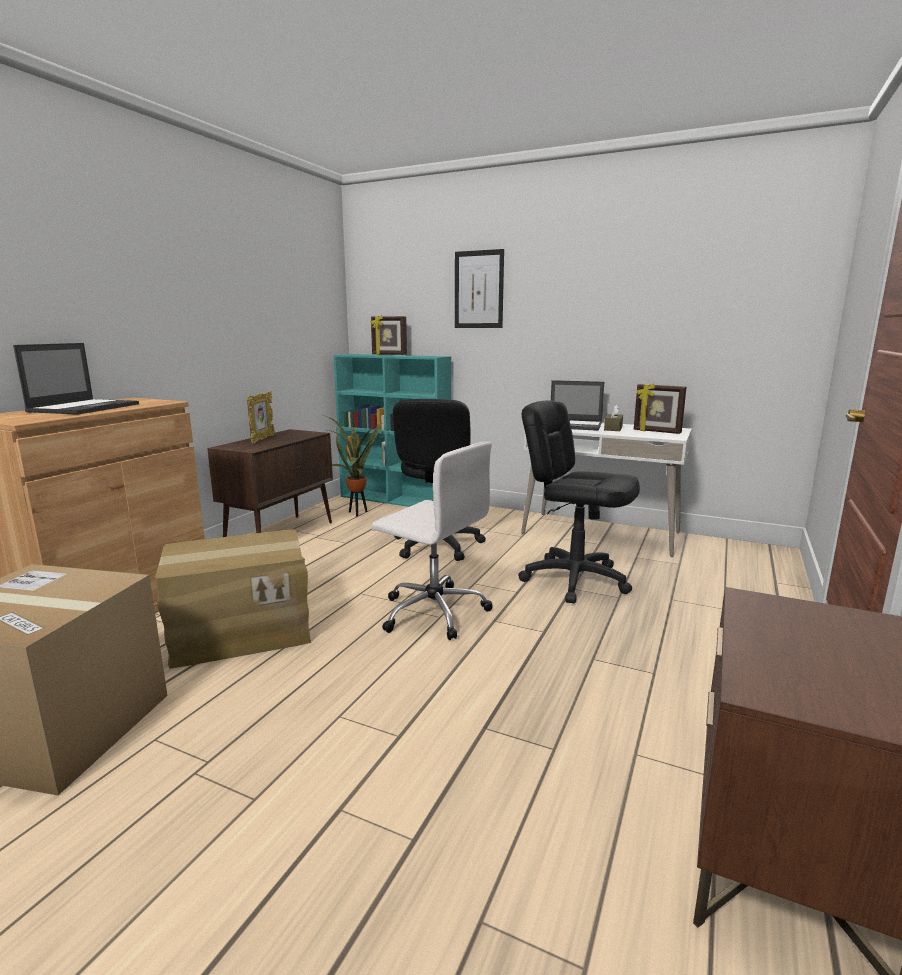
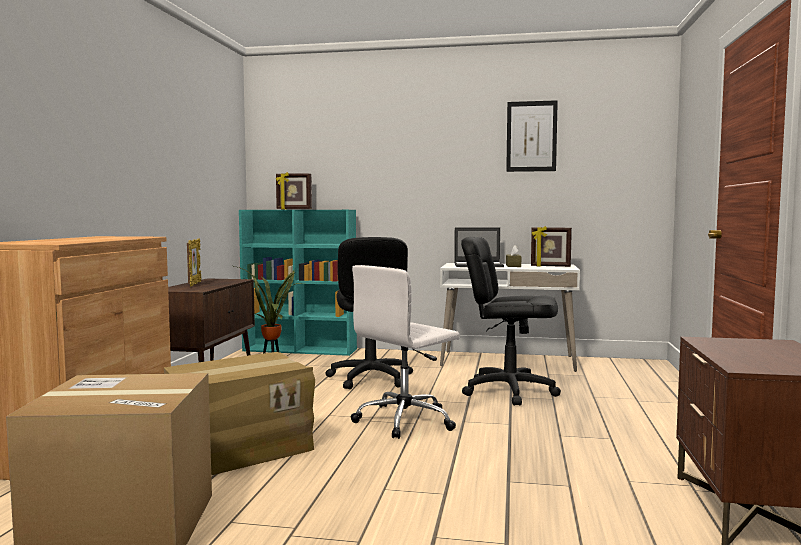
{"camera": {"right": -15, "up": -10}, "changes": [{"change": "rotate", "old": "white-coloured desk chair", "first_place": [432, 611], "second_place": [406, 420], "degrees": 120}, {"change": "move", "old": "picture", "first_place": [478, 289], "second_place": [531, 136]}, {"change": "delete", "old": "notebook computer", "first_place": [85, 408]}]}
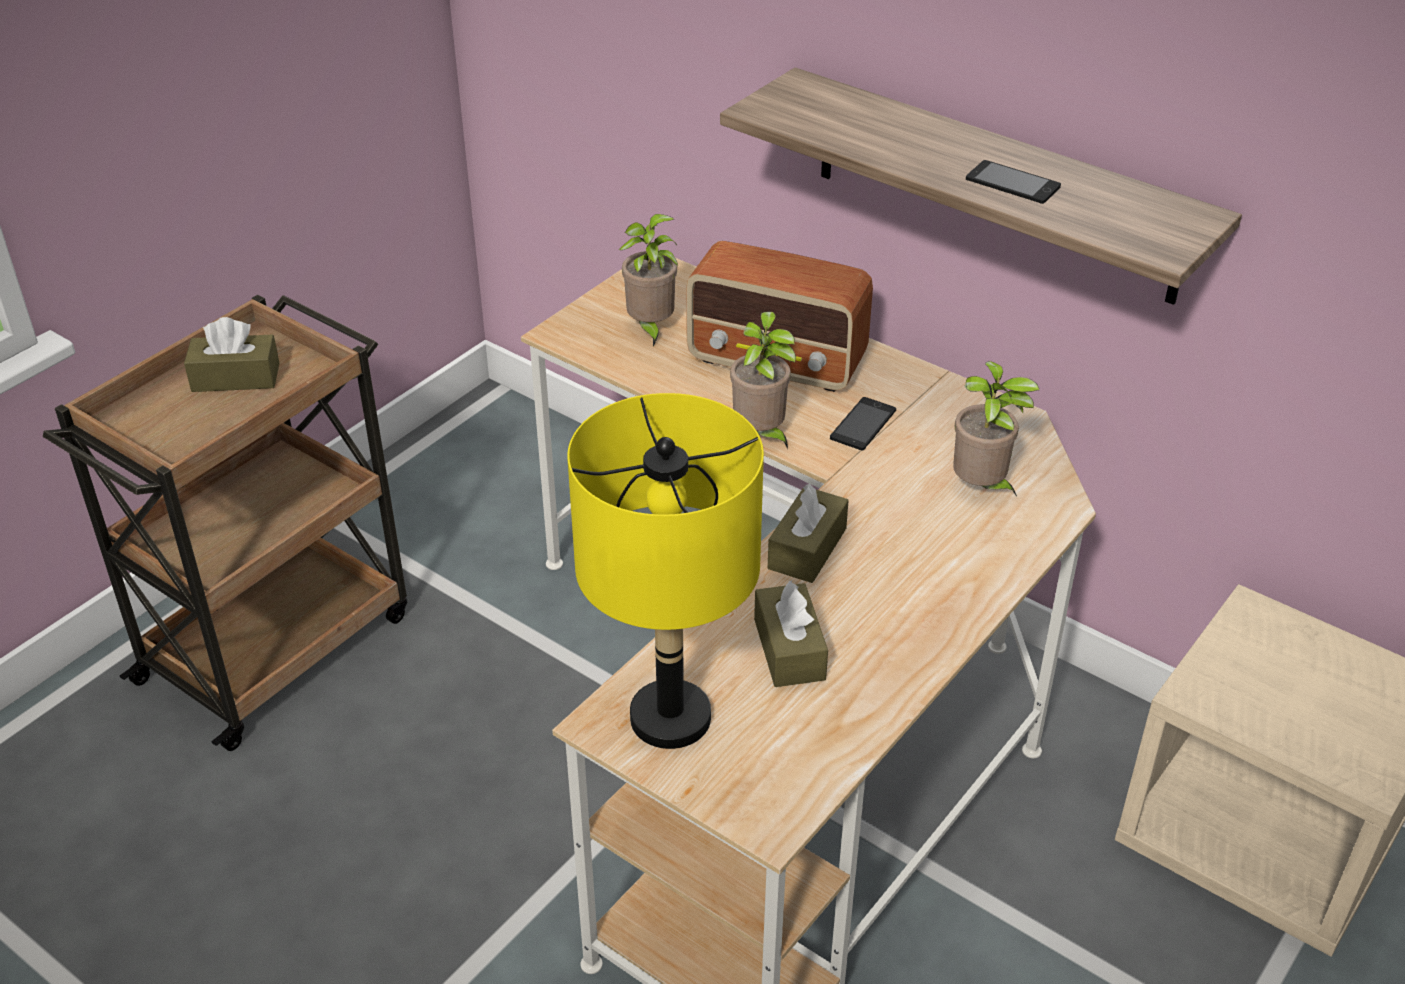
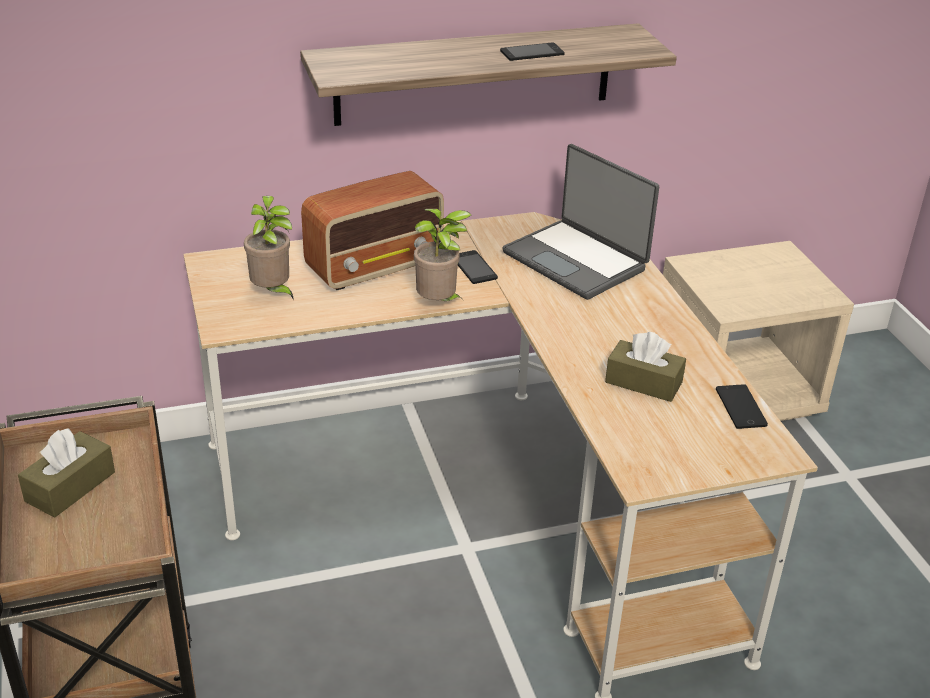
{"camera": {"right": -55, "up": -5}, "changes": [{"change": "replace", "old": "potted plant", "new": "notebook computer", "first_place": [981, 488], "second_place": [576, 260]}, {"change": "insert", "new": "telephone", "second_place": [740, 407]}, {"change": "delete", "old": "yellow-coloured table lamp", "first_place": [670, 717]}, {"change": "delete", "old": "brownish tissue box", "first_place": [807, 548]}]}
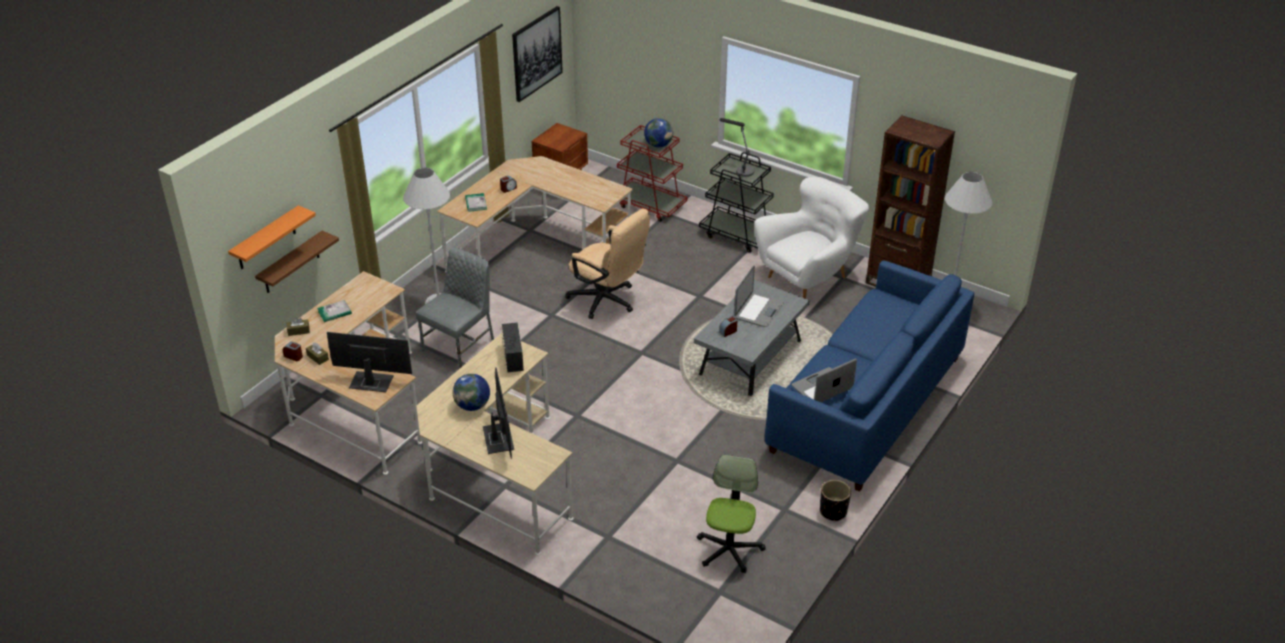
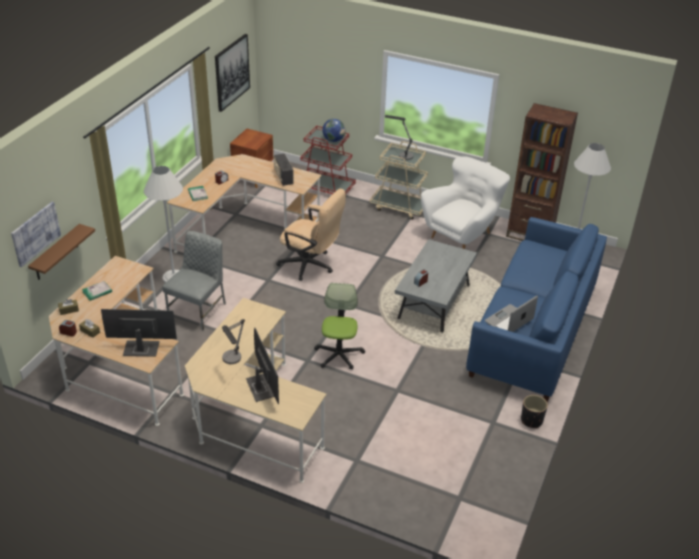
{"camera": {"right": -10, "up": 0}, "changes": [{"change": "replace", "old": "orangey wall shelf", "new": "picture", "first_place": [266, 239], "second_place": [35, 233]}, {"change": "replace", "old": "globe", "new": "table lamp", "first_place": [472, 406], "second_place": [233, 361]}, {"change": "move", "old": "radio", "first_place": [512, 358], "second_place": [283, 177]}, {"change": "move", "old": "desk chair", "first_place": [729, 550], "second_place": [339, 355]}, {"change": "recolor", "old": "black-coloured trolley", "new": "sand-coloured trolley", "first_place": [737, 235], "second_place": [399, 207]}, {"change": "delete", "old": "notebook computer", "first_place": [758, 310]}]}
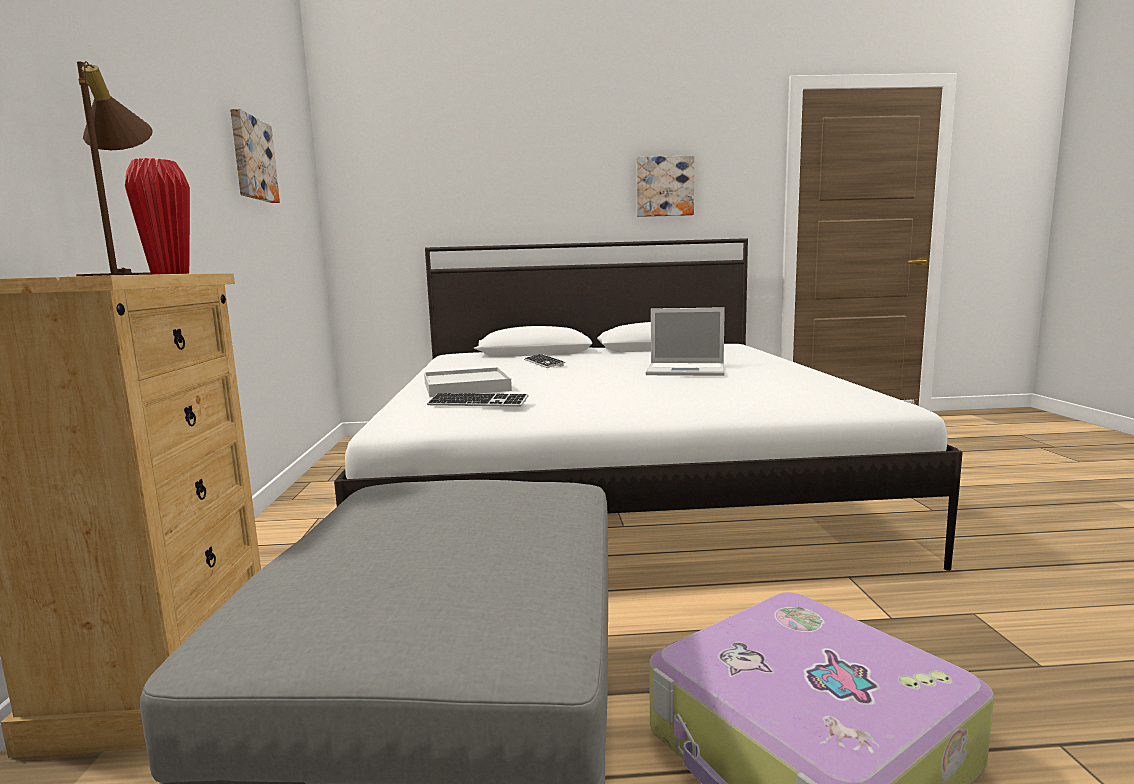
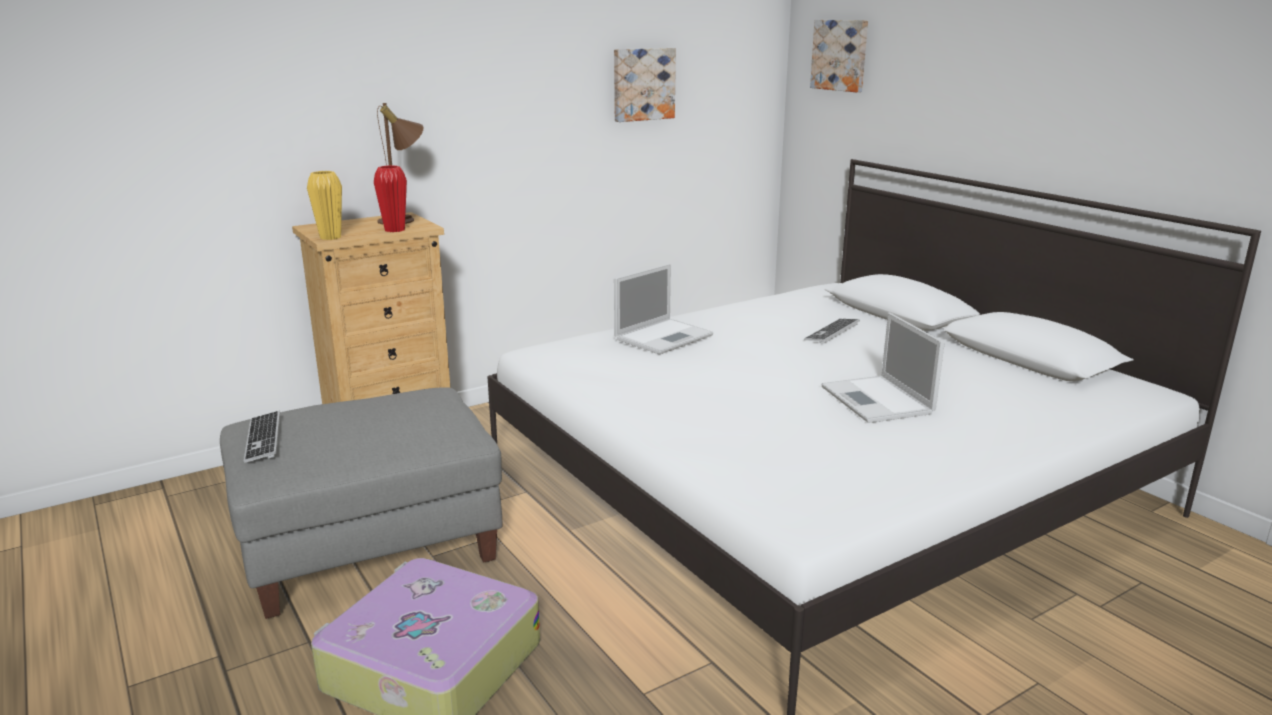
{"camera": {"right": 60, "up": 10}, "changes": [{"change": "move", "old": "keyboard", "first_place": [478, 403], "second_place": [263, 438]}, {"change": "insert", "new": "yellow-coloured flower vase", "second_place": [330, 237]}, {"change": "replace", "old": "white-coloured carrying tray", "new": "notebook computer", "first_place": [466, 387], "second_place": [664, 336]}, {"change": "move", "old": "picture", "first_place": [664, 186], "second_place": [841, 55]}]}
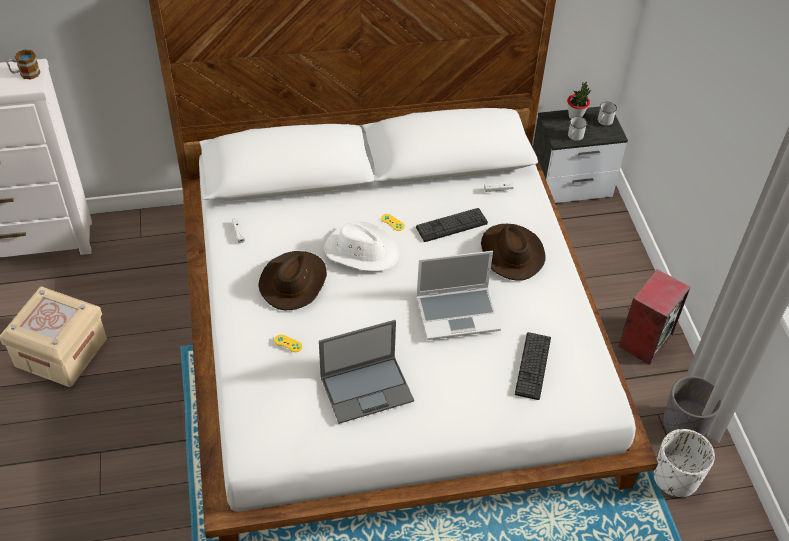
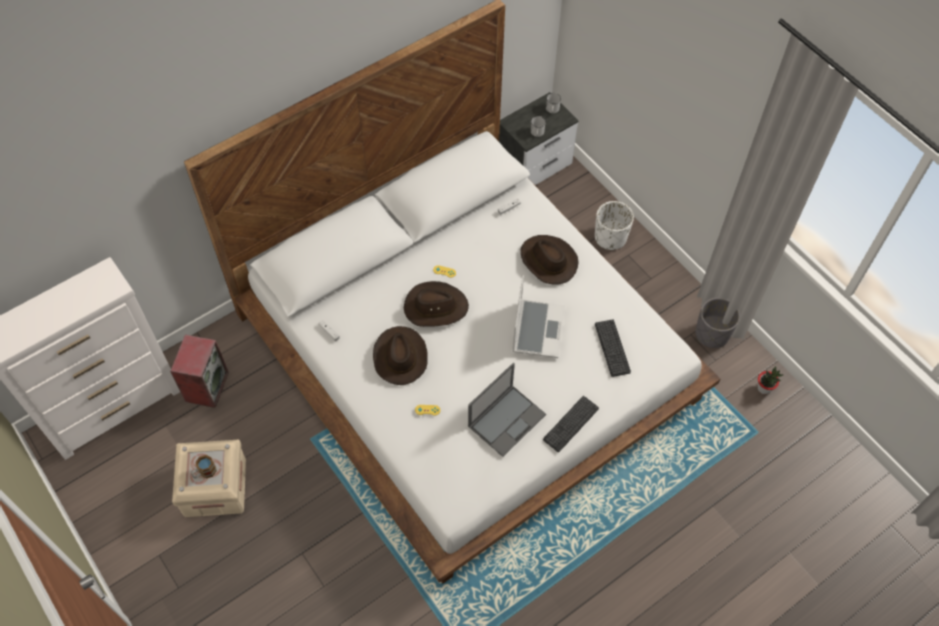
{"camera": {"right": -25, "up": 10}, "changes": [{"change": "move", "old": "audio speaker", "first_place": [645, 339], "second_place": [206, 386]}, {"change": "move", "old": "tea mug", "first_place": [25, 74], "second_place": [204, 472]}, {"change": "recolor", "old": "white-coloured clothing hat", "new": "brownish clothing hat", "first_place": [361, 251], "second_place": [435, 307]}, {"change": "rotate", "old": "notebook computer", "first_place": [458, 313], "second_place": [537, 328], "degrees": -45}, {"change": "move", "old": "keyboard", "first_place": [451, 225], "second_place": [571, 424]}, {"change": "move", "old": "white-coloured plant pot", "first_place": [676, 478], "second_place": [610, 237]}, {"change": "move", "old": "potted plant", "first_place": [575, 116], "second_place": [764, 388]}]}
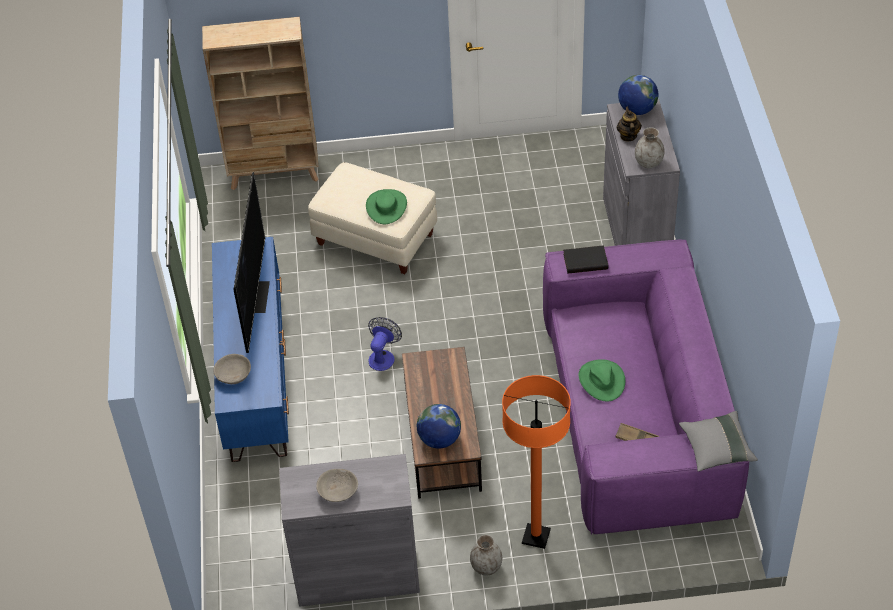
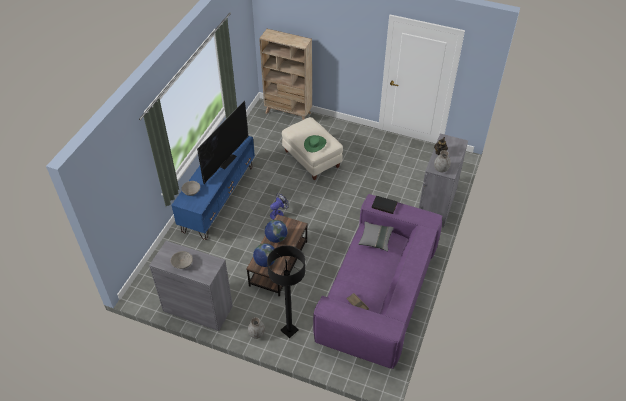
{"camera": {"right": 25, "up": 0}, "changes": [{"change": "move", "old": "globe", "first_place": [637, 110], "second_place": [276, 238]}, {"change": "recolor", "old": "orangey standard lamp", "new": "black-coloured standard lamp", "first_place": [536, 536], "second_place": [289, 330]}, {"change": "move", "old": "grey throw pillow", "first_place": [716, 449], "second_place": [375, 240]}, {"change": "delete", "old": "green-coloured clothing hat", "first_place": [601, 380]}]}
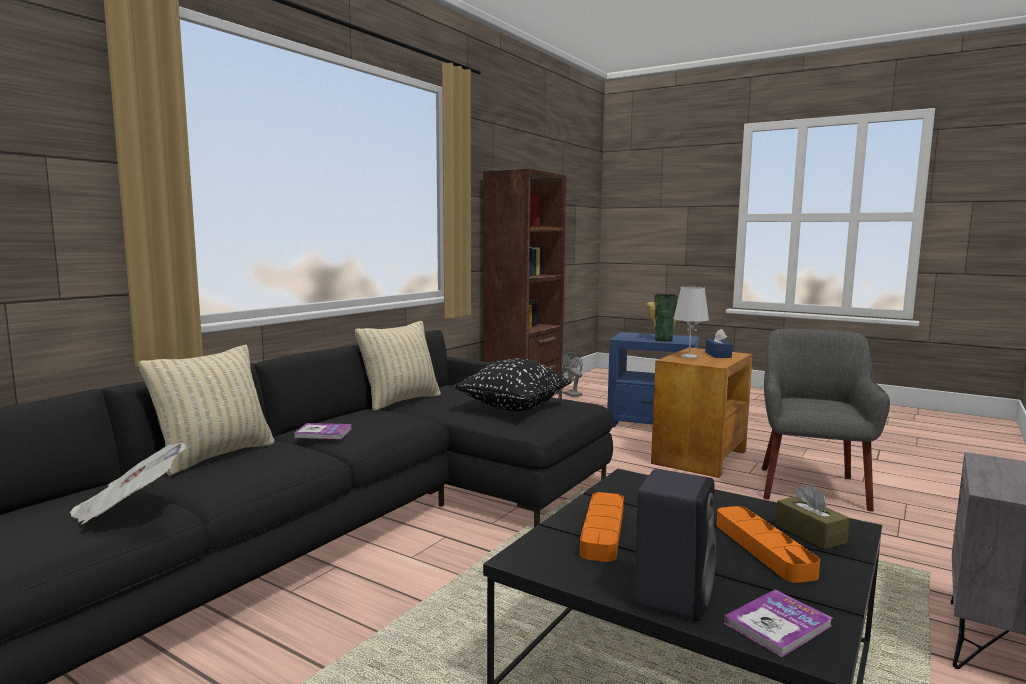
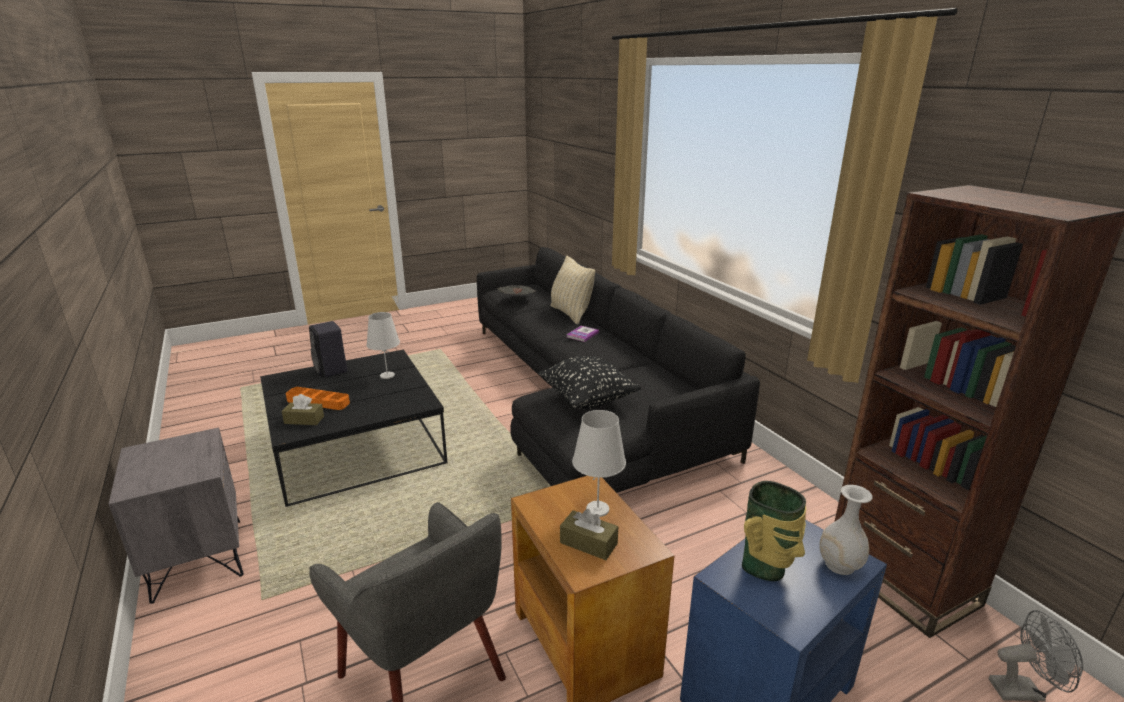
{"camera": {"right": 120, "up": 15}, "changes": [{"change": "replace", "old": "orangey carrying tray", "new": "white-coloured table lamp", "first_place": [603, 531], "second_place": [387, 375]}, {"change": "recolor", "old": "blue tissue box", "new": "brownish tissue box", "first_place": [718, 355], "second_place": [588, 543]}, {"change": "insert", "new": "white-coloured flower vase", "second_place": [839, 564]}, {"change": "delete", "old": "sand-coloured throw pillow", "first_place": [401, 401]}, {"change": "delete", "old": "bound book", "first_place": [777, 624]}]}
